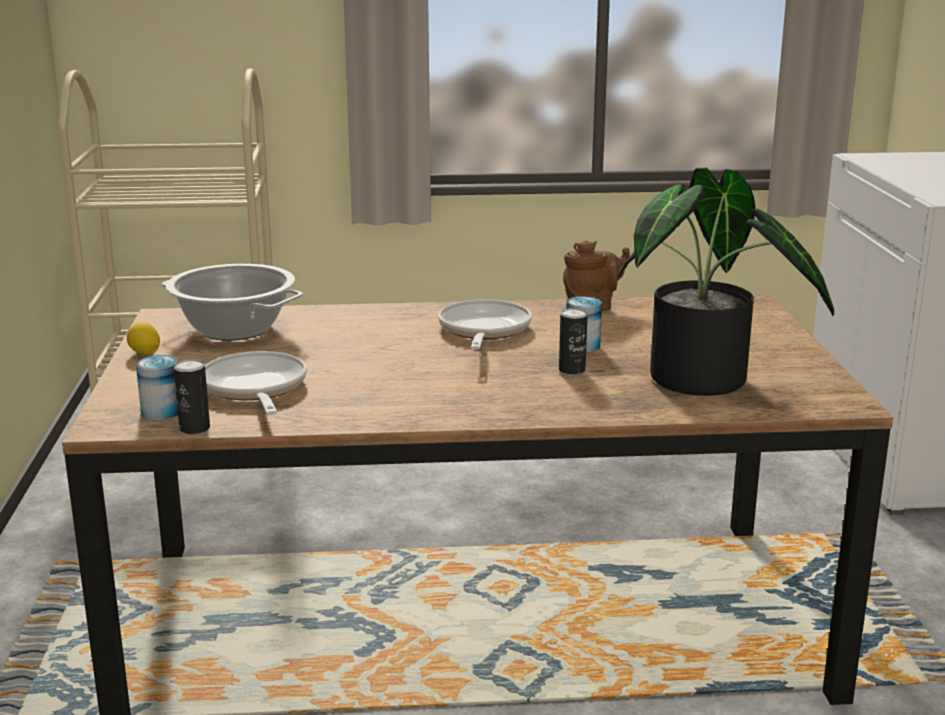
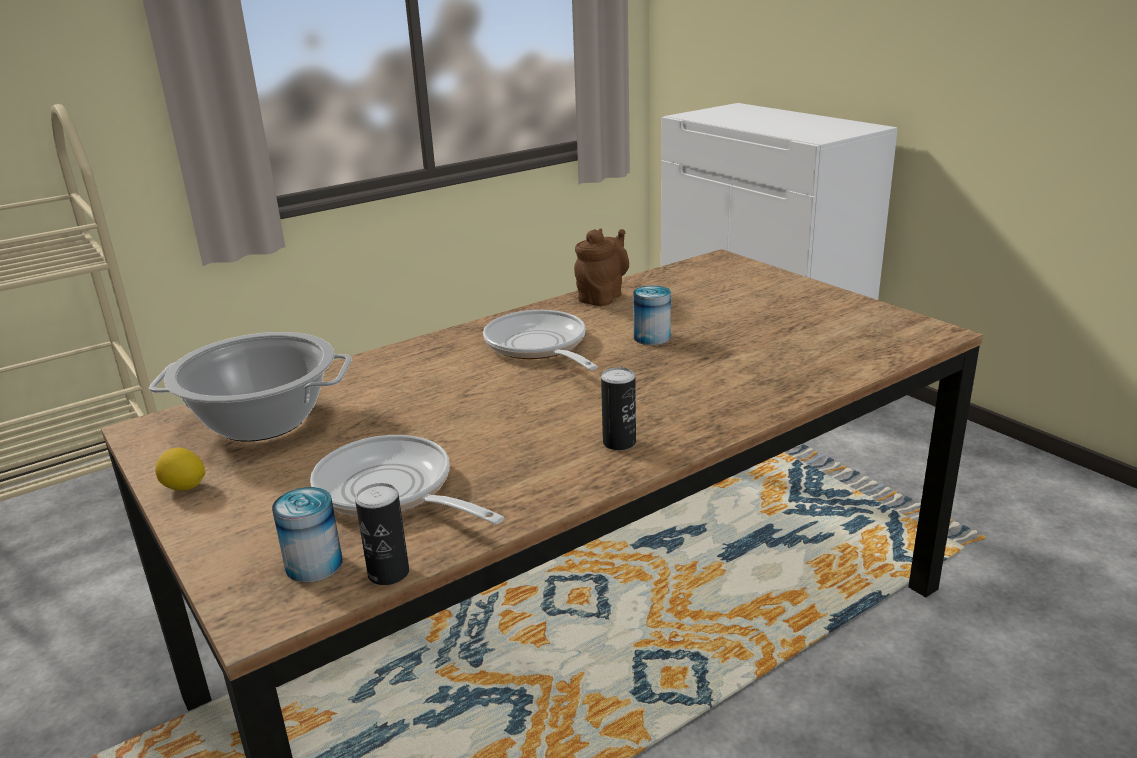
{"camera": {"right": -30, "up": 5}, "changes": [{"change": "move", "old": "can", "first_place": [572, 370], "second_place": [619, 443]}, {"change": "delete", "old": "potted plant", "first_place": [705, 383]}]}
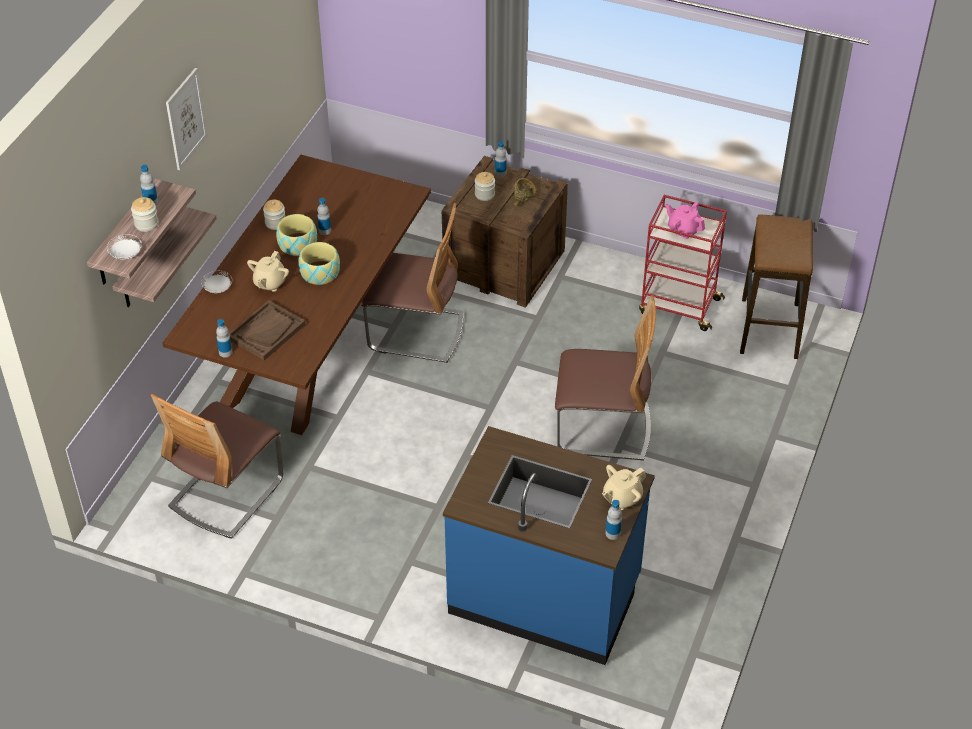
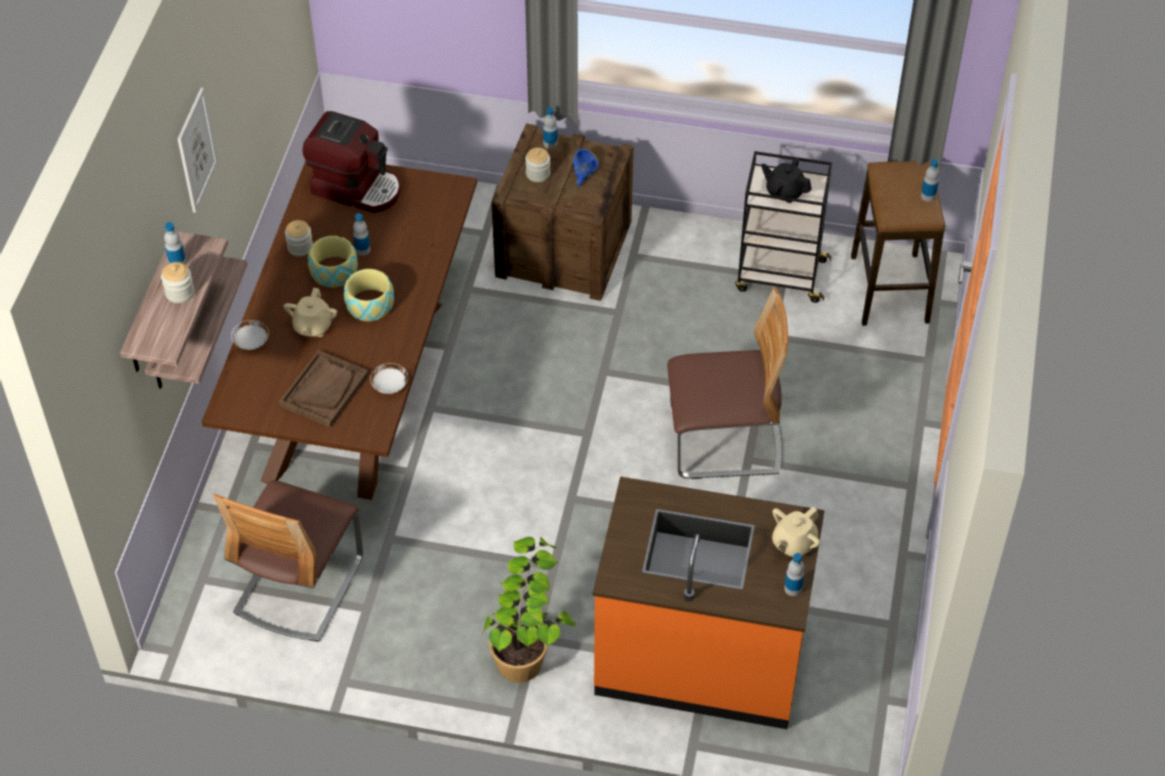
{"camera": {"right": -10, "up": 5}, "changes": [{"change": "insert", "new": "coffee brewer", "second_place": [357, 187]}, {"change": "move", "old": "white-coloured flat dish", "first_place": [126, 254], "second_place": [390, 385]}, {"change": "insert", "new": "potted plant", "second_place": [528, 644]}, {"change": "recolor", "old": "brownish serving bowl", "new": "blue serving bowl", "first_place": [523, 199], "second_place": [584, 174]}, {"change": "recolor", "old": "blue counter", "new": "orangey counter", "first_place": [545, 595], "second_place": [701, 656]}, {"change": "recolor", "old": "red trolley", "new": "black-coloured trolley", "first_place": [678, 306], "second_place": [779, 275]}, {"change": "recolor", "old": "pinkish pot for tea", "new": "black-coloured pot for tea", "first_place": [683, 230], "second_place": [784, 192]}, {"change": "move", "old": "bottle", "first_place": [225, 352], "second_place": [928, 196]}, {"change": "delete", "old": "plain chair", "first_place": [416, 332]}]}
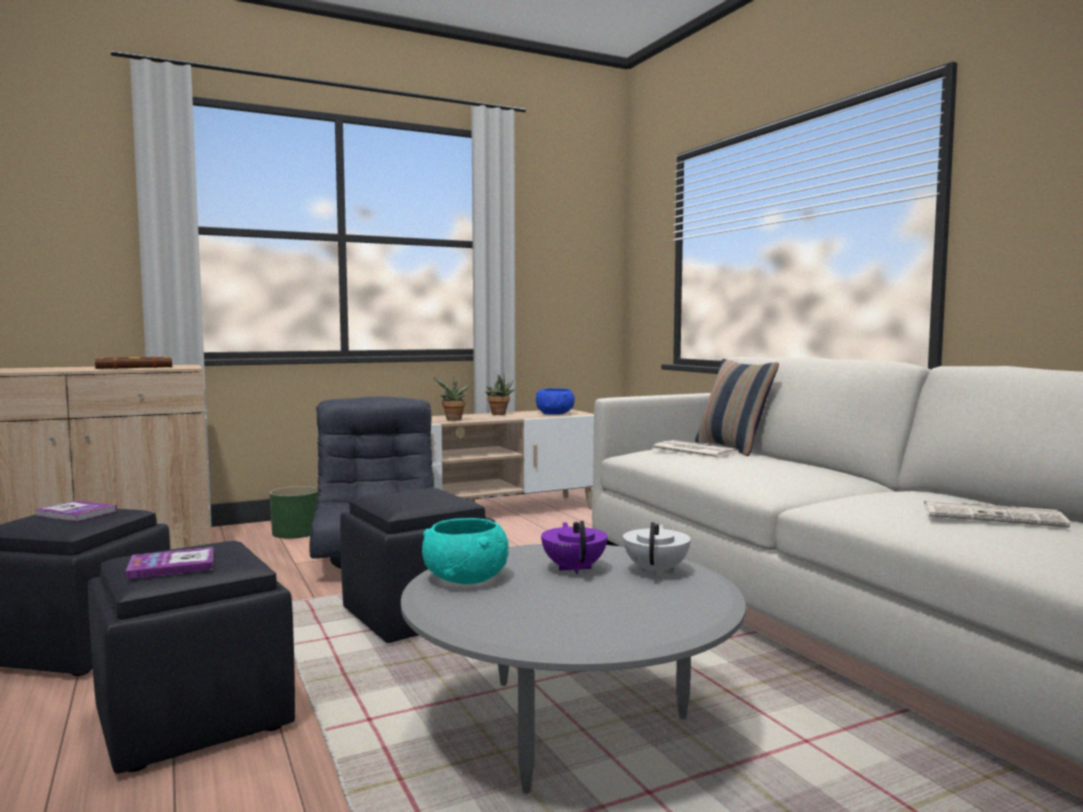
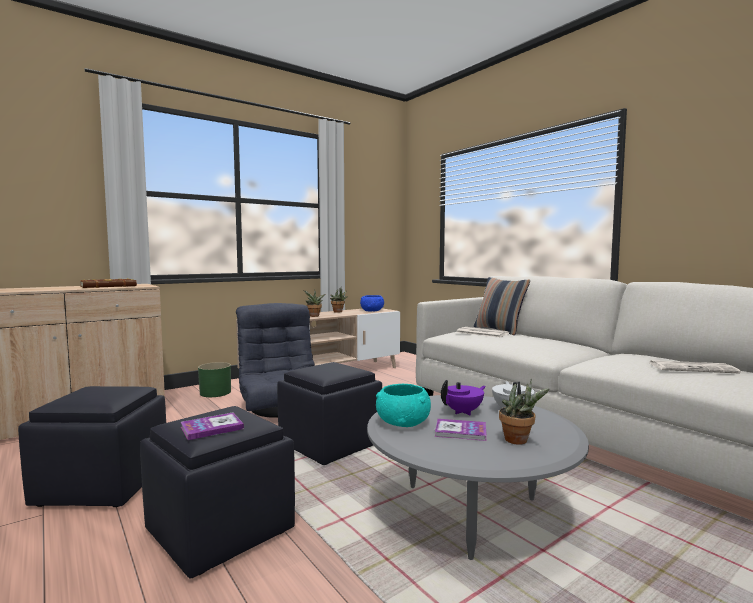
{"camera": {"right": -10, "up": 0}, "changes": [{"change": "move", "old": "bound book", "first_place": [76, 513], "second_place": [460, 431]}, {"change": "rotate", "old": "purple-coloured pot for tea", "first_place": [574, 568], "second_place": [463, 412], "degrees": 75}, {"change": "insert", "new": "potted plant", "second_place": [519, 441]}]}
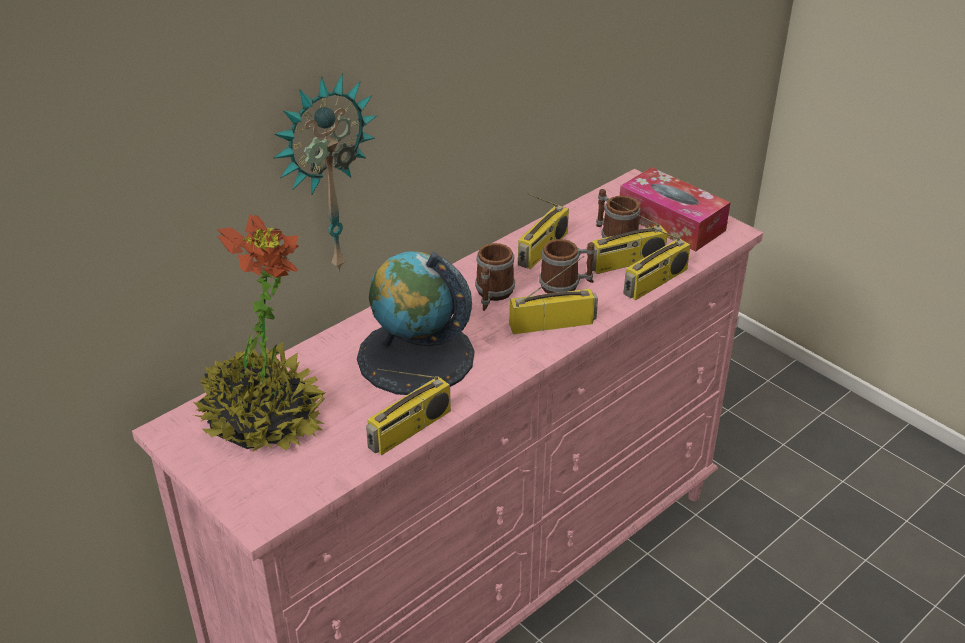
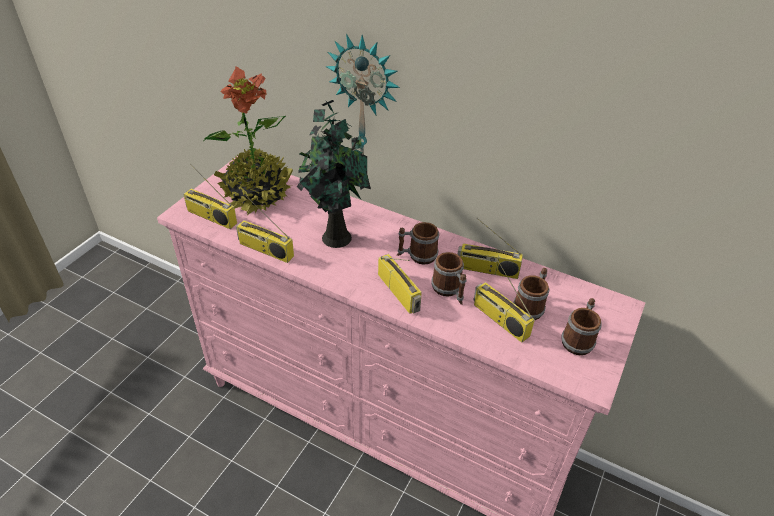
{"camera": {"right": 70, "up": 5}, "changes": [{"change": "move", "old": "radio", "first_place": [655, 283], "second_place": [210, 217]}, {"change": "replace", "old": "globe", "new": "potted plant", "first_place": [415, 357], "second_place": [335, 236]}, {"change": "replace", "old": "tissue box", "new": "tea mug", "first_place": [671, 222], "second_place": [578, 339]}]}
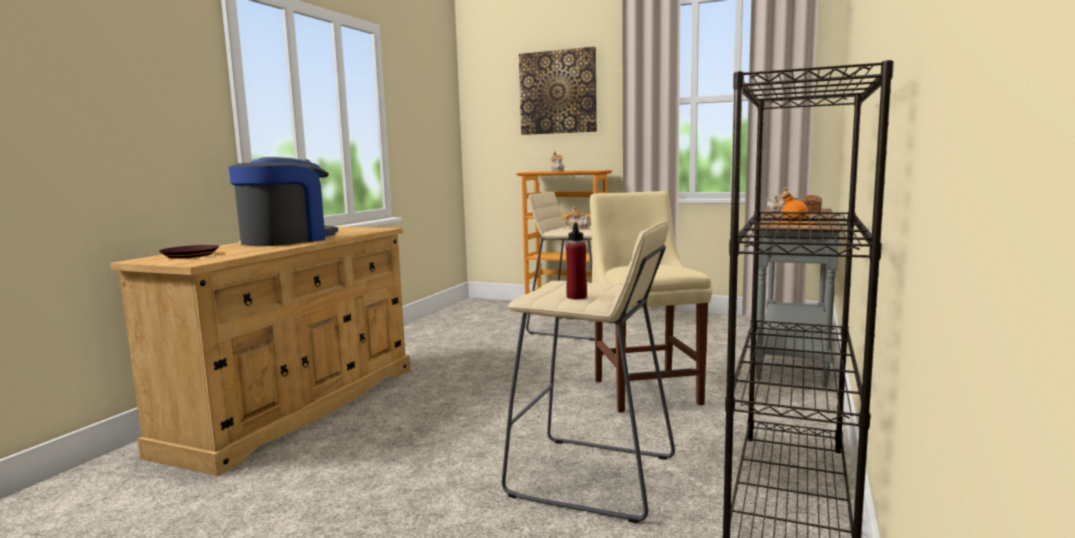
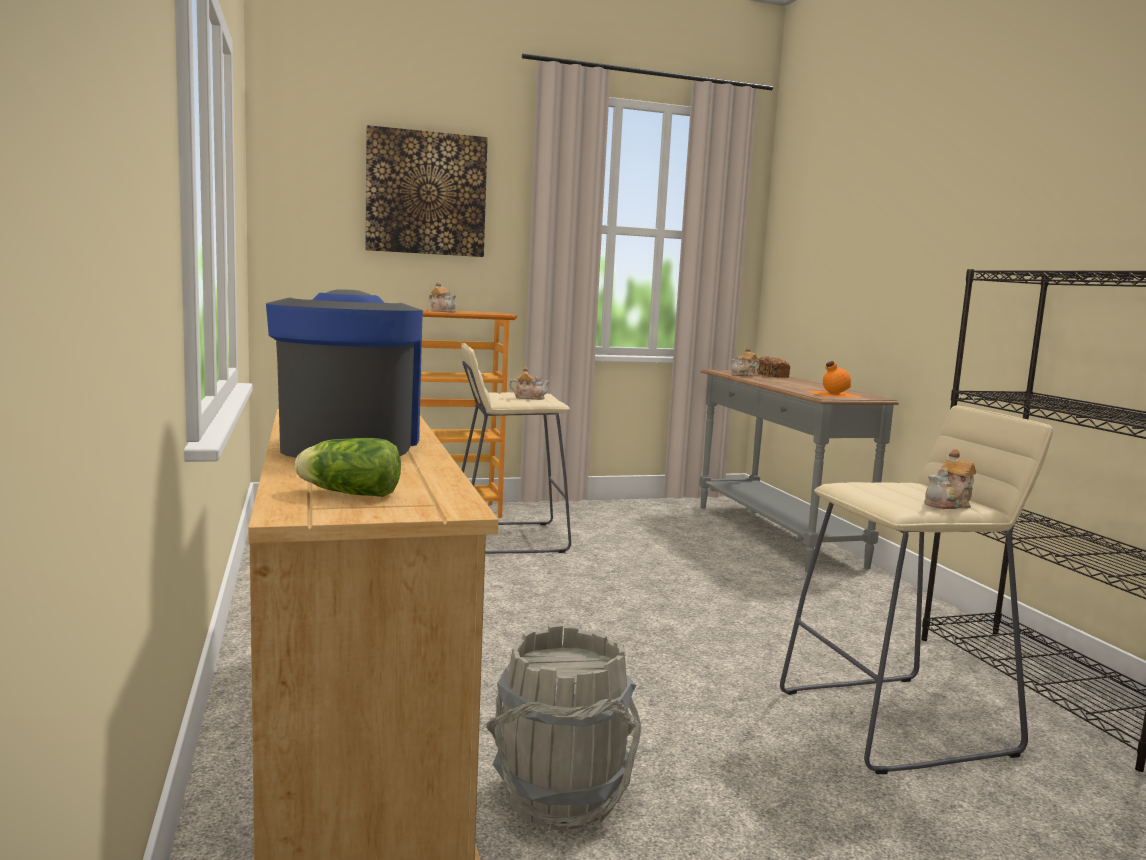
{"camera": {"right": -40, "up": 0}, "changes": [{"change": "replace", "old": "brownish flat dish", "new": "head of lettuce", "first_place": [190, 255], "second_place": [347, 493]}, {"change": "insert", "new": "grey bucket", "second_place": [560, 796]}, {"change": "replace", "old": "red bottle", "new": "pot for tea", "first_place": [576, 297], "second_place": [949, 504]}, {"change": "delete", "old": "sand-coloured plain chair", "first_place": [645, 390]}]}
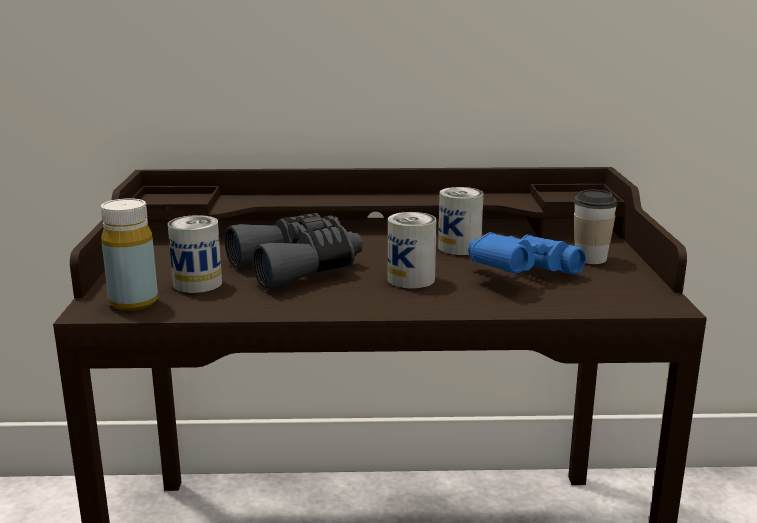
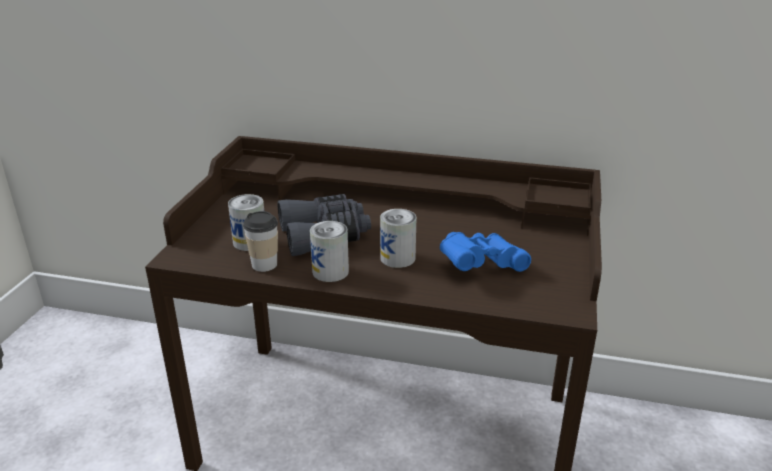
{"camera": {"right": 15, "up": 10}, "changes": [{"change": "move", "old": "cup", "first_place": [590, 258], "second_place": [264, 264]}, {"change": "move", "old": "can", "first_place": [459, 247], "second_place": [330, 272]}, {"change": "delete", "old": "yellow-coloured bottle", "first_place": [133, 302]}]}
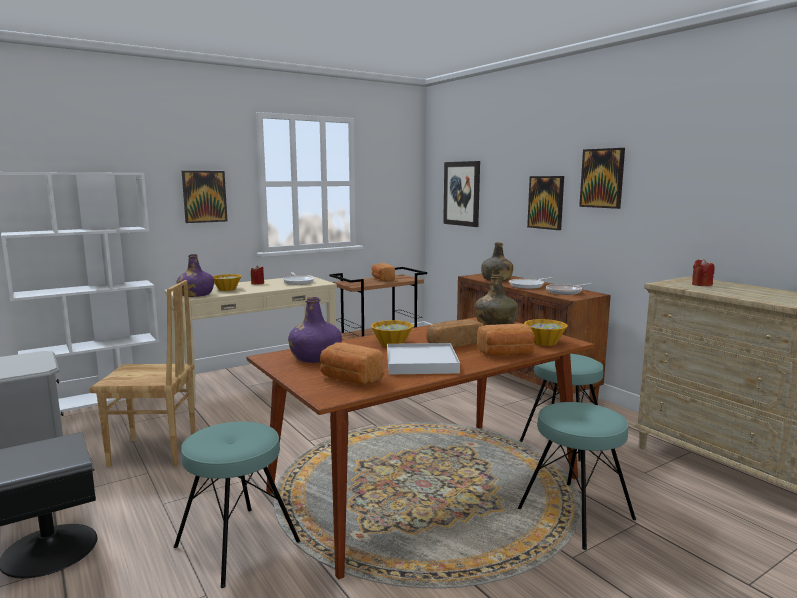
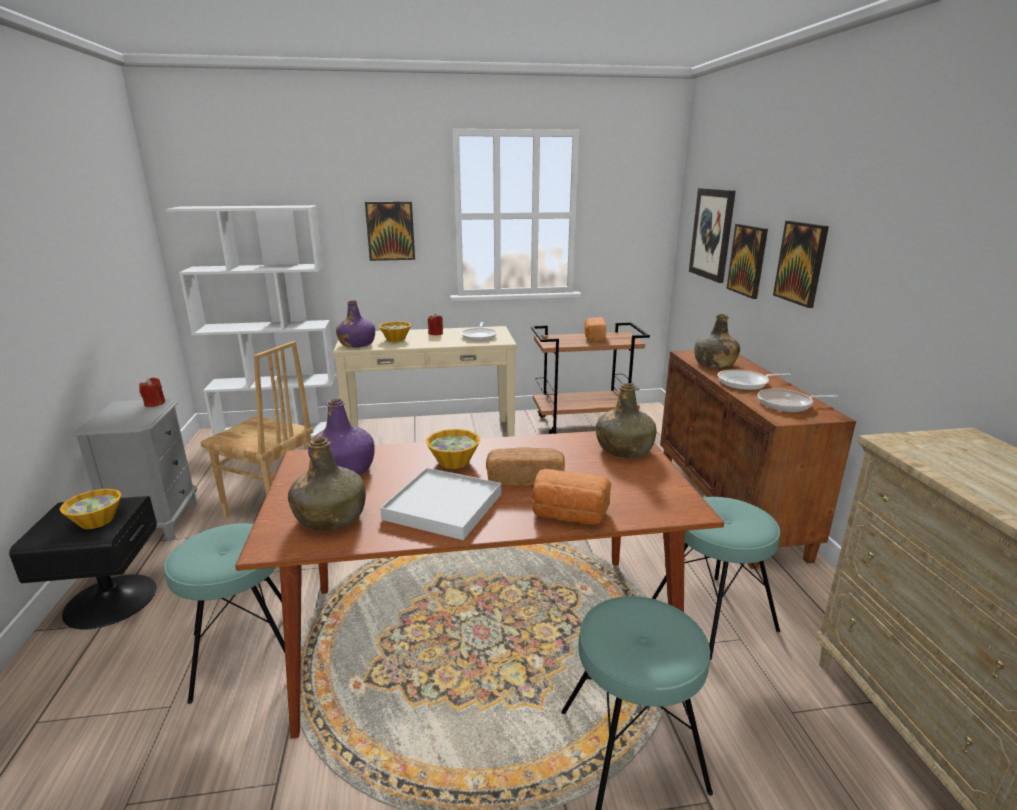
{"camera": {"right": 25, "up": 10}, "changes": [{"change": "move", "old": "serving bowl", "first_place": [544, 342], "second_place": [96, 521]}, {"change": "move", "old": "red wax candle", "first_place": [701, 284], "second_place": [154, 404]}, {"change": "replace", "old": "baked bread", "new": "green-coloured bottle", "first_place": [349, 379], "second_place": [331, 517]}, {"change": "move", "old": "picture", "first_place": [602, 178], "second_place": [747, 260]}]}
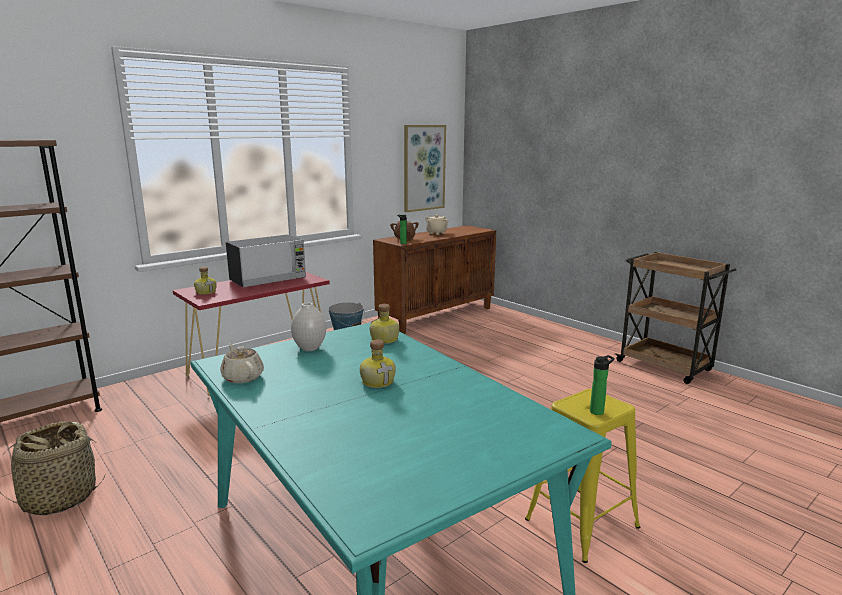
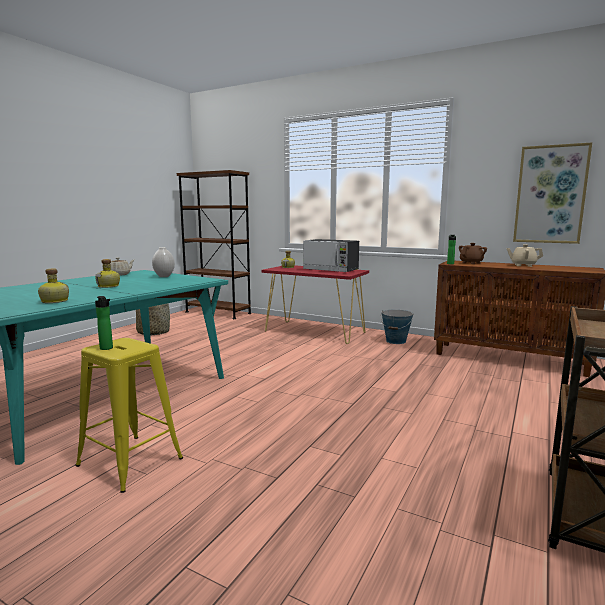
{"camera": {"right": 70, "up": -5}, "changes": [{"change": "move", "old": "bottle", "first_place": [384, 340], "second_place": [53, 301]}]}
